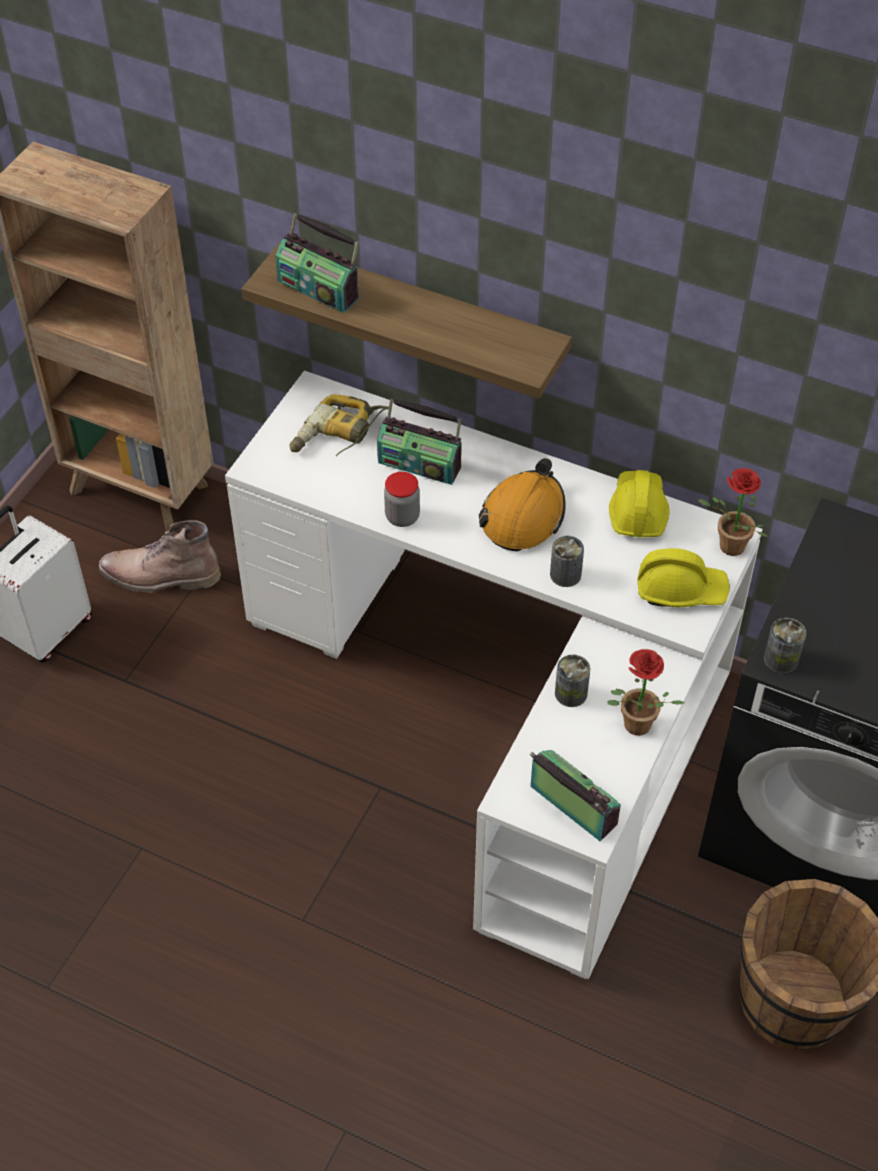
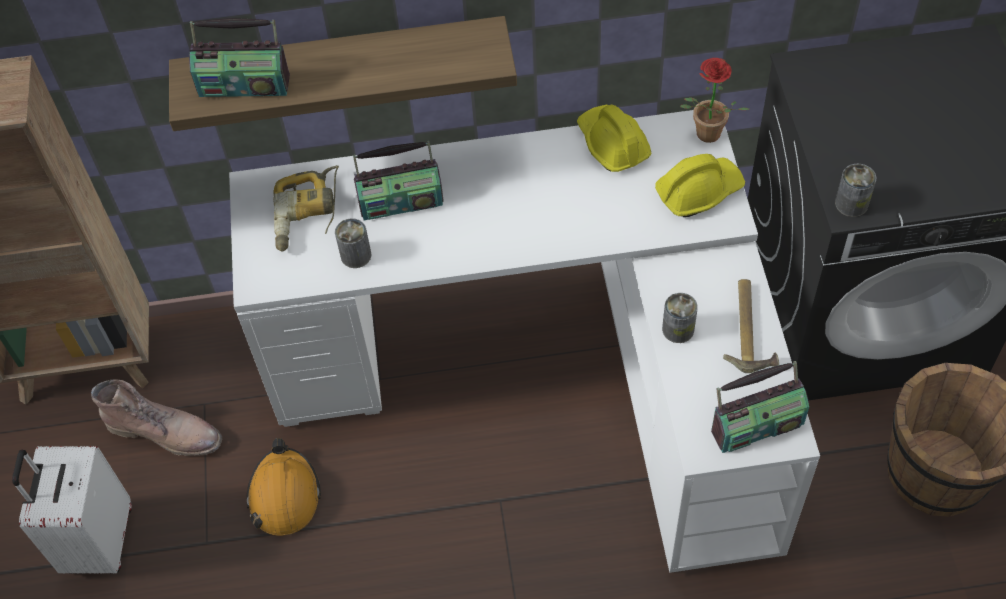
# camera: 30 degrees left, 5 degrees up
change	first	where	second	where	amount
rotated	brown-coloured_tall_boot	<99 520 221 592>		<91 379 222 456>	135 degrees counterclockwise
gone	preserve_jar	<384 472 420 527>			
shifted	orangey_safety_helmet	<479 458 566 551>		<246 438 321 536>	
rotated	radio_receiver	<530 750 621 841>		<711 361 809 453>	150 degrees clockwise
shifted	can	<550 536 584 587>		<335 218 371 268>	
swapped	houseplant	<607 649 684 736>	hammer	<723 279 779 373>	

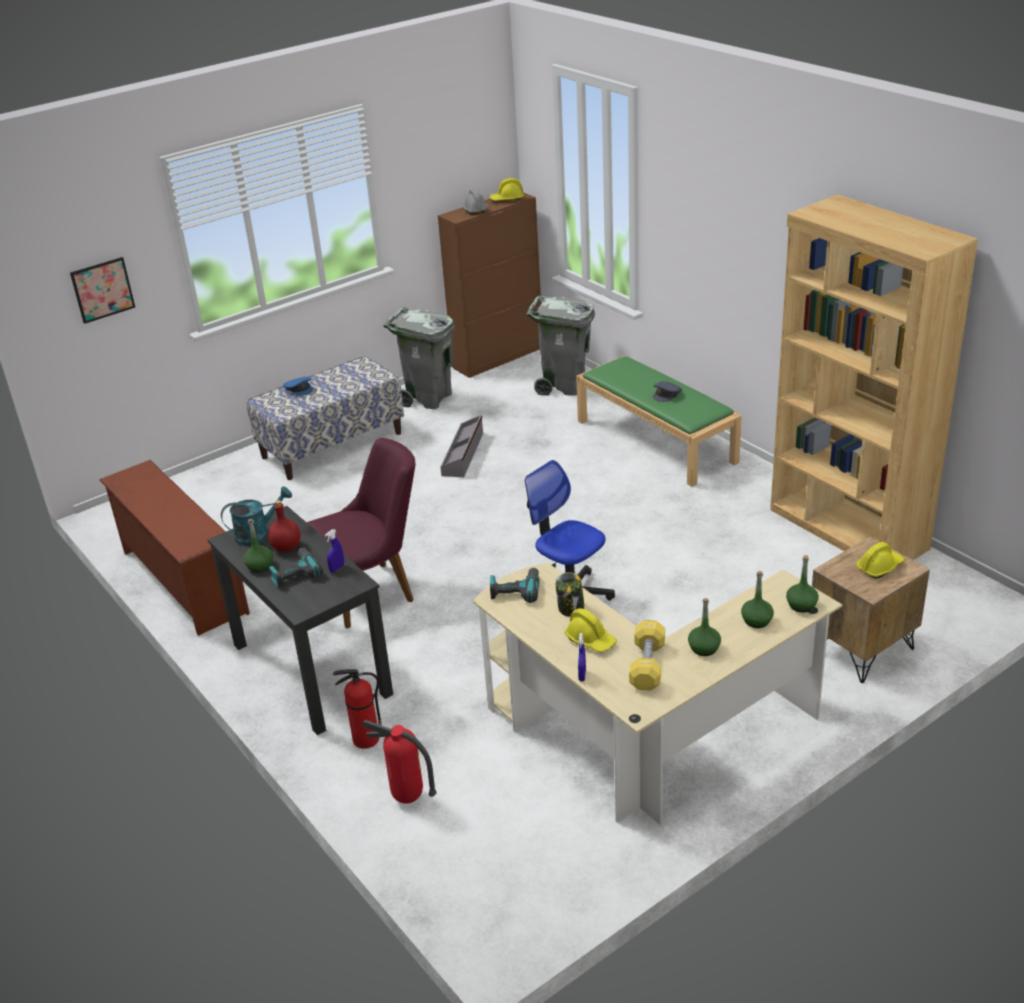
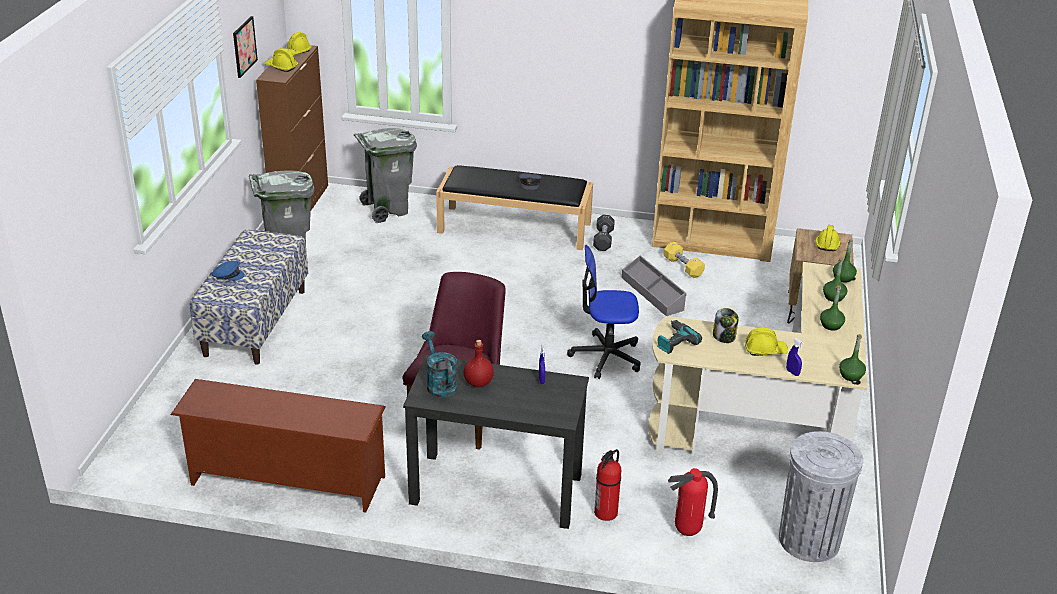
# camera: 45 degrees left, 0 degrees up
change	first	where	second	where	amount
shifted	wall_picture	<70 257 135 324>		<233 16 258 78>	
rotated	turquoise-coloured_sprinkling_can	<221 486 292 546>		<422 331 457 397>	45 degrees counterclockwise
shifted	green-coloured_drink_bottle	<243 519 273 572>		<839 334 866 381>	
gone	electric_drill	<269 548 323 588>			
shifted	greyish_storage_container	<441 415 483 477>		<622 255 686 316>	
repainted	greyish_safety_helmet	<462 189 488 215>	yellow_safety_helmet	<264 48 298 72>	
repainted	green-coloured_indoor_bench	<576 356 742 487>	black_indoor_bench	<436 165 593 250>	
shifted	yellow_hand_weight	<629 620 665 691>		<664 241 705 278>	
new			black_hand_weight	<593 215 615 251>	
new			greyish_trash_can	<779 431 863 562>	

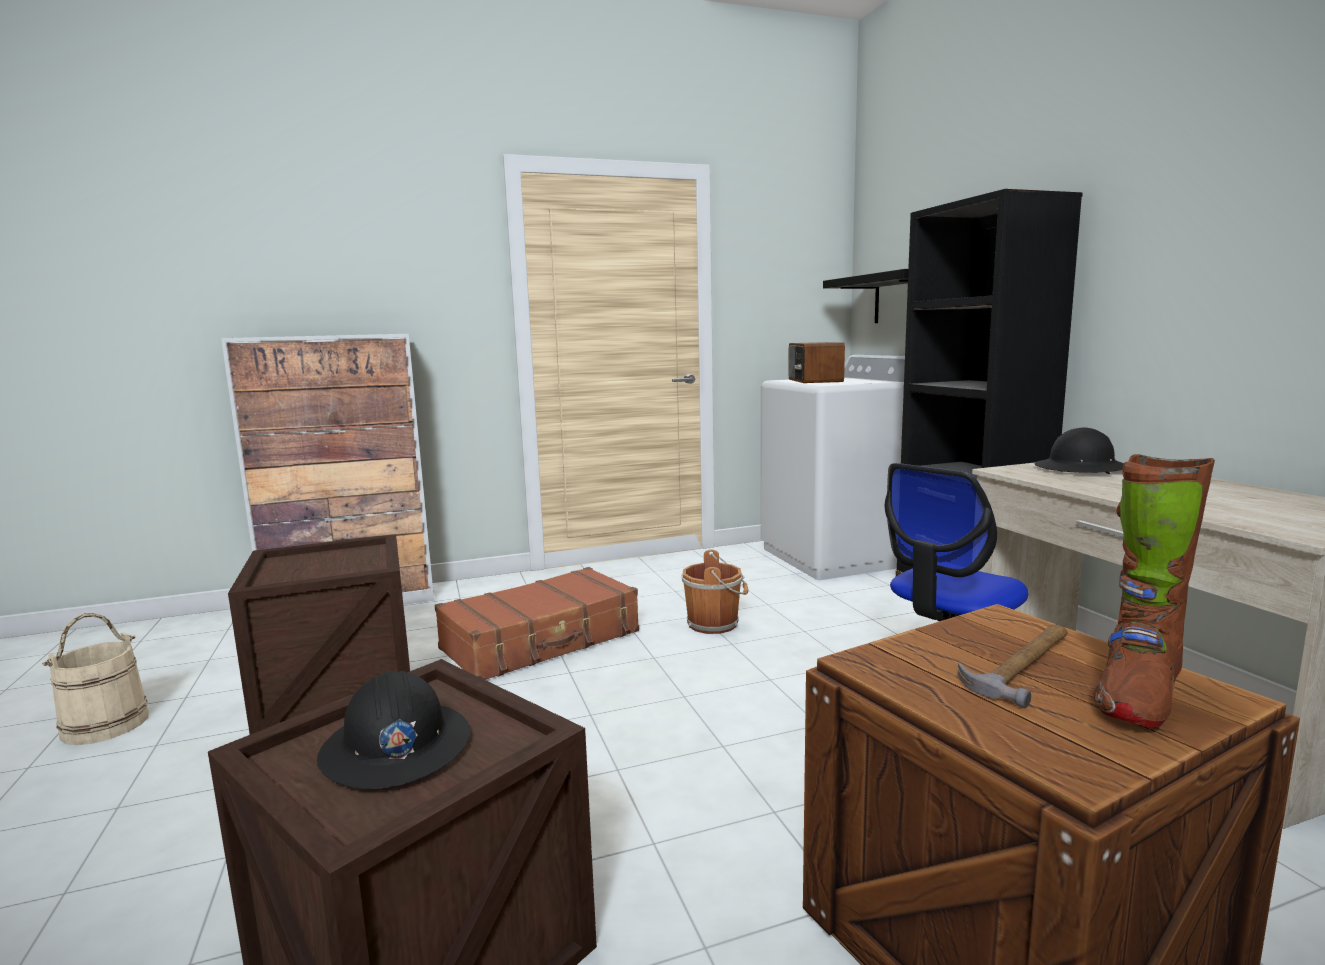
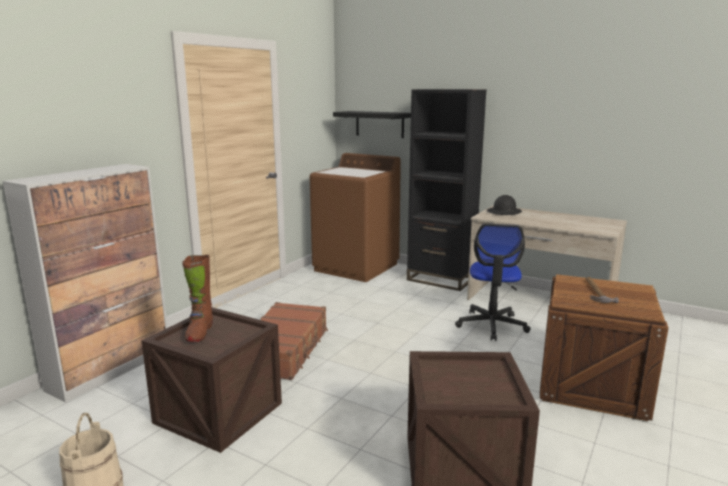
# camera: 40 degrees left, 5 degrees up
change	first	where	second	where	amount
gone	black_safety_helmet	<317 671 470 789>			
gone	brown-coloured_pail	<682 550 748 634>			
repainted	white-coloured_washing_machine	<761 355 905 580>	brown-coloured_washing_machine	<309 153 401 282>	
gone	radio_receiver	<788 342 845 383>			
shifted	brown-coloured_tall_boot	<1093 454 1215 728>		<182 255 213 342>	

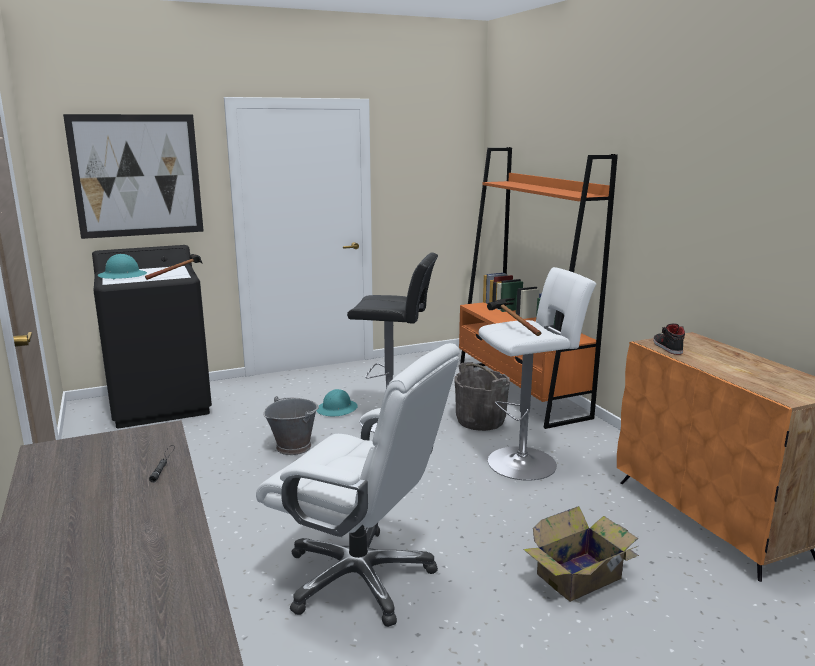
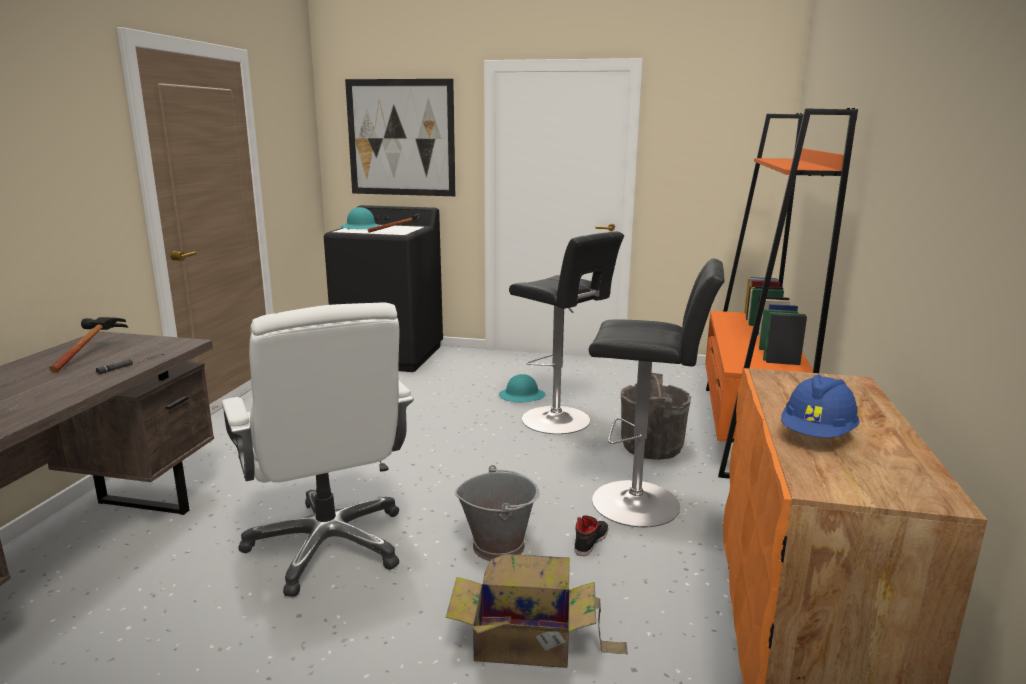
# camera: 35 degrees right, 0 degrees up
change	first	where	second	where	amount
shifted	greyish_pail	<264 396 319 455>		<455 465 540 561>	
repainted	white-coloured_stool	<479 267 597 481>	black_stool	<589 258 724 527>	
shifted	hammer	<487 298 541 336>		<50 317 128 373>	
shifted	black_shoe	<653 323 685 355>		<574 515 609 556>	
new			blue_safety_helmet	<781 374 860 438>	

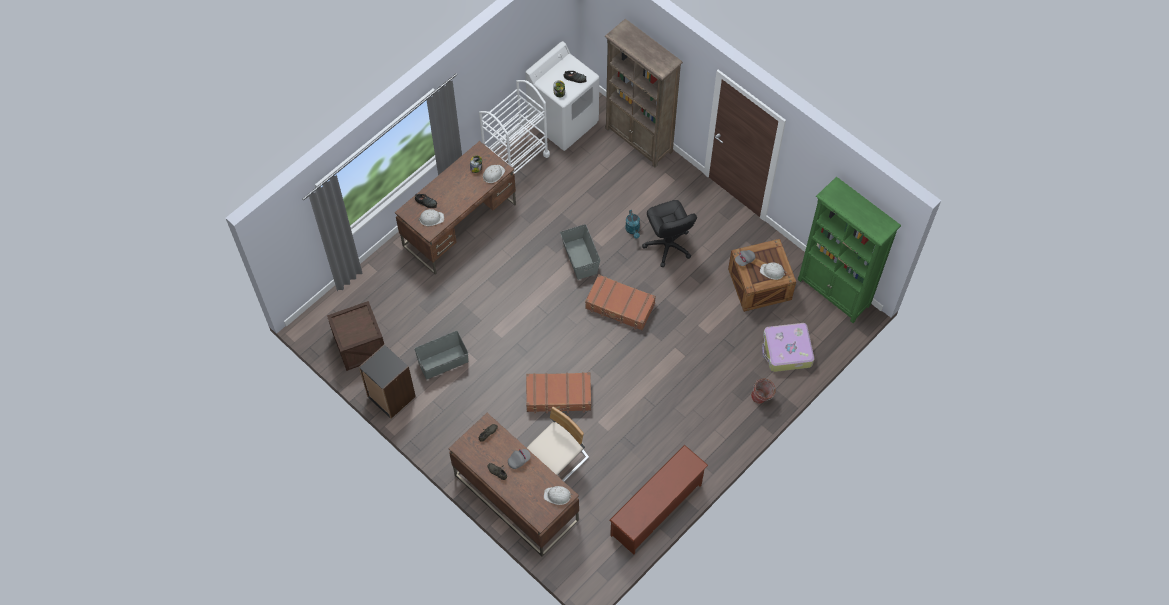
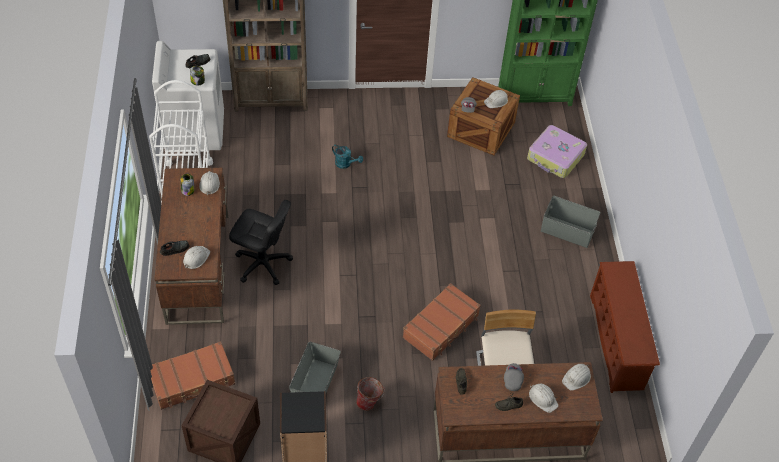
# camera: 50 degrees left, 10 degrees down
change	first	where	second	where	amount
shifted	greyish_storage_container	<560 224 601 280>		<541 196 601 248>	
shifted	brown-coloured_piece_of_luggage	<585 274 656 330>		<150 341 235 410>	
shifted	black_computer_chair	<642 200 697 267>		<229 200 293 285>	
shifted	pail	<751 378 776 404>		<356 377 384 411>	
new			white-coloured_safety_helmet	<529 384 558 413>	

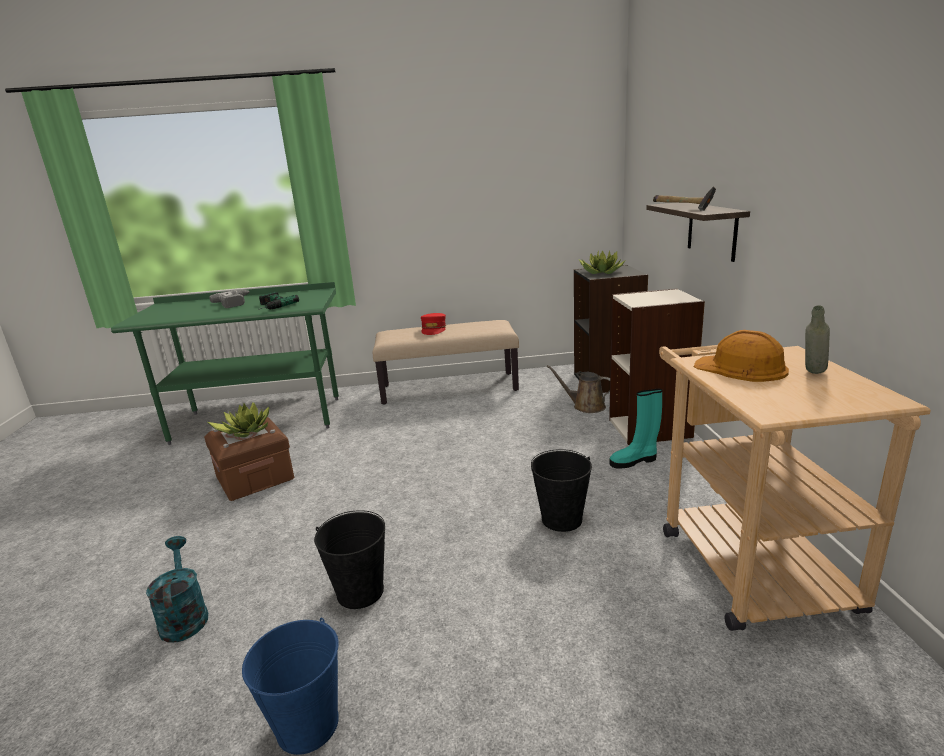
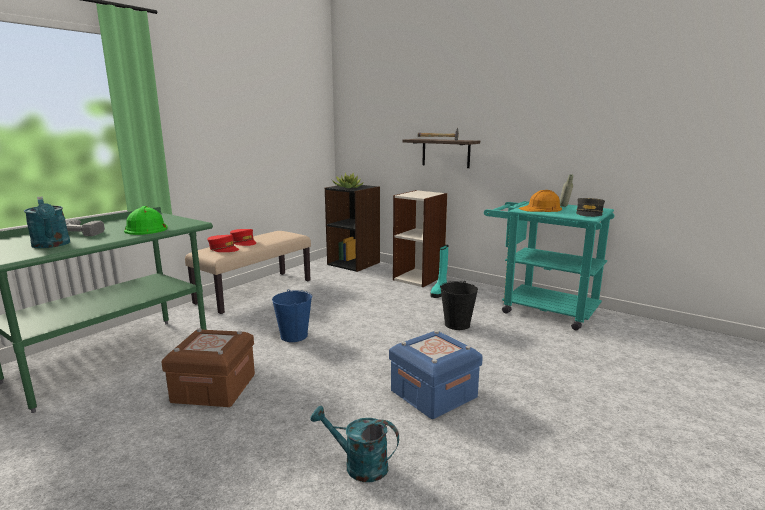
# camera: 50 degrees left, 5 degrees down
change	first	where	second	where	amount
gone	houseplant	<208 402 269 437>			
shifted	blue_pail	<242 618 339 755>		<272 289 312 342>	
swapped	electric_drill	<258 292 299 310>	green-coloured_safety_helmet	<124 206 168 235>	
swapped	black_pail	<314 510 385 609>	blue_storage_container	<389 330 483 419>	
gone	brown-coloured_sprinkling_can	<546 365 610 413>			
repainted	beige_trolley	<659 345 931 631>	turquoise-coloured_trolley	<484 201 614 330>	
new			turquoise-coloured_sprinkling_can	<24 196 70 248>	
new			red_baseball_cap	<207 235 239 252>	
new			greyish_baseball_cap	<576 198 605 217>	

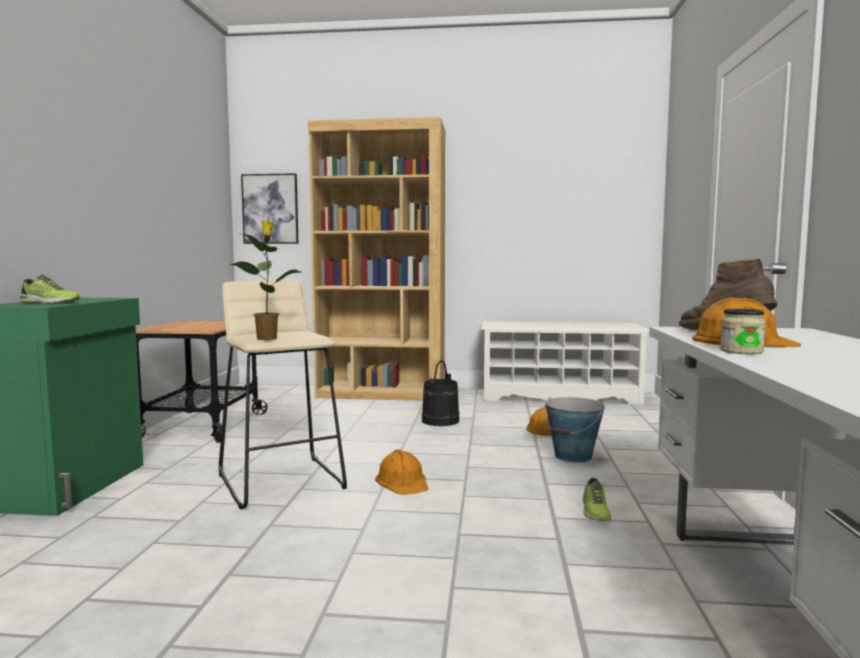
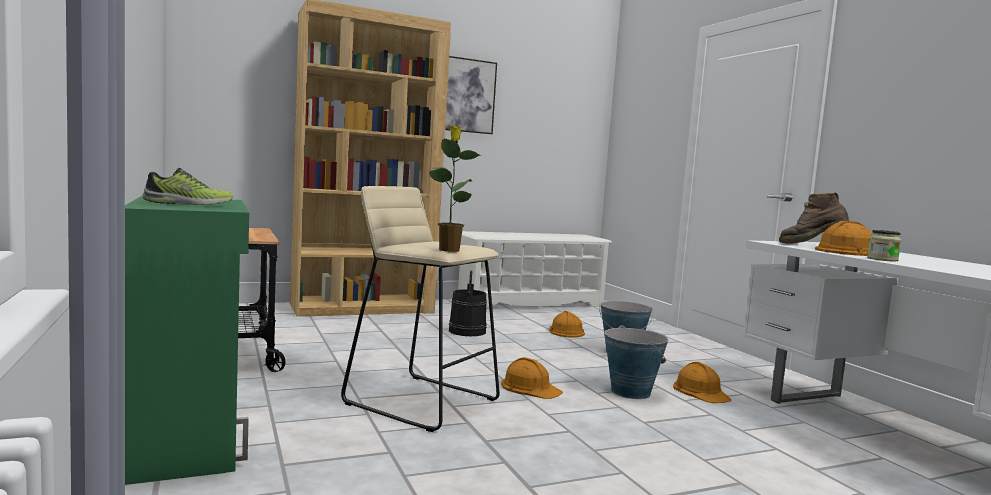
# camera: 30 degrees left, 0 degrees up
change	first	where	second	where	amount
shifted	wall_picture	<241 173 298 244>		<445 56 497 134>	
swapped	shoe	<583 478 611 521>	orangey_safety_helmet	<673 362 732 403>	
new			pail	<605 325 668 399>	

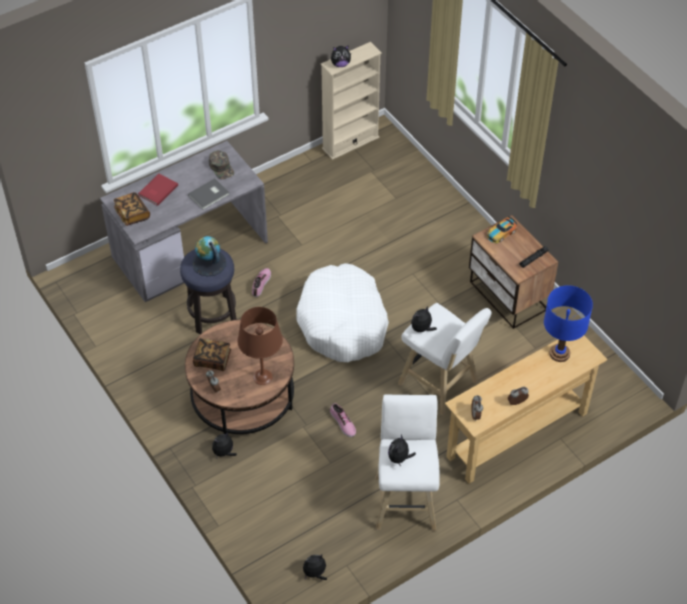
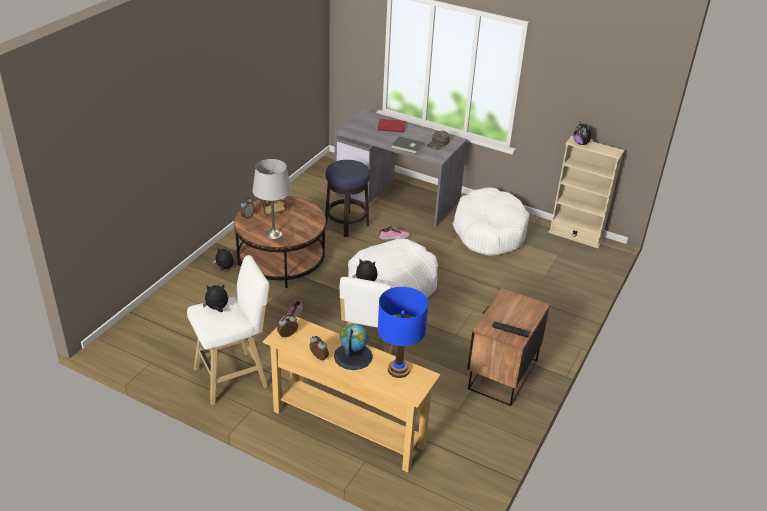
# camera: 60 degrees right, 15 degrees down
change	first	where	second	where	amount
gone	volume	<114 192 150 226>			
shifted	world_globe	<192 236 226 277>		<334 324 373 370>	
repainted	brown-coloured_lamp_for_a_table	<238 307 283 385>	greyish_lamp_for_a_table	<252 159 291 239>	
gone	cuddly_toy	<303 554 327 580>			
gone	model_car	<487 216 517 243>			
new			white-coloured_dog_cushion	<453 187 530 256>	

